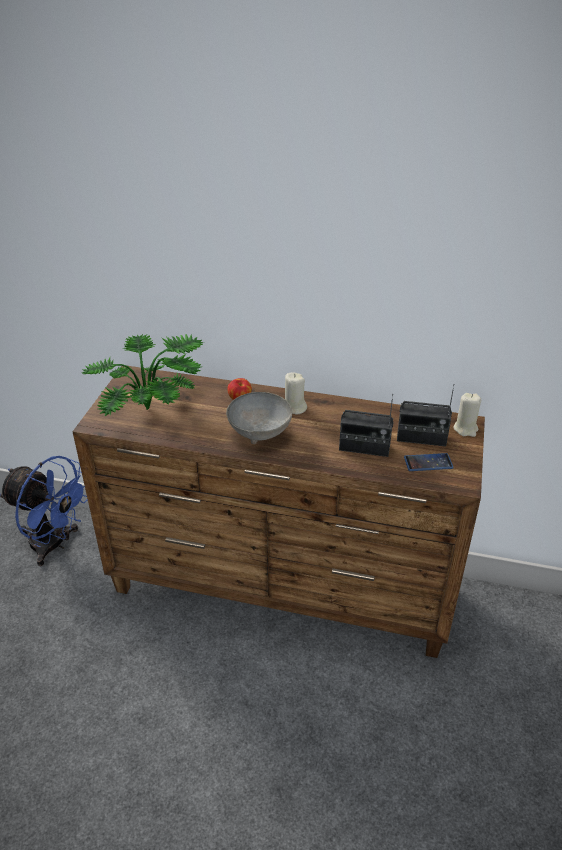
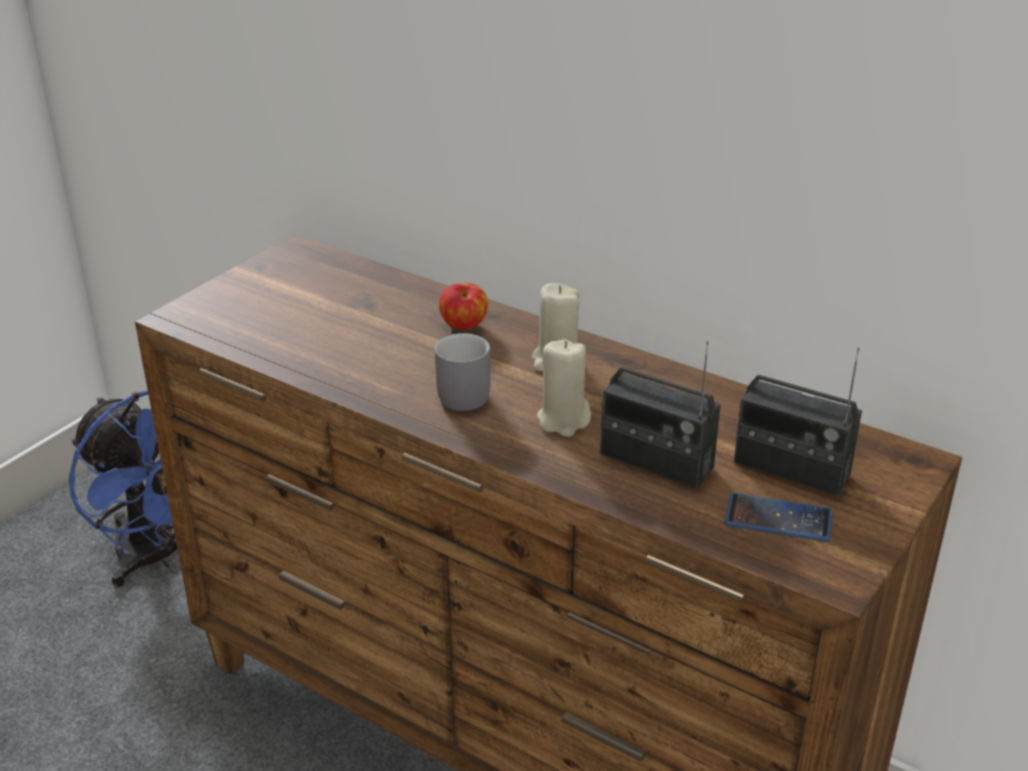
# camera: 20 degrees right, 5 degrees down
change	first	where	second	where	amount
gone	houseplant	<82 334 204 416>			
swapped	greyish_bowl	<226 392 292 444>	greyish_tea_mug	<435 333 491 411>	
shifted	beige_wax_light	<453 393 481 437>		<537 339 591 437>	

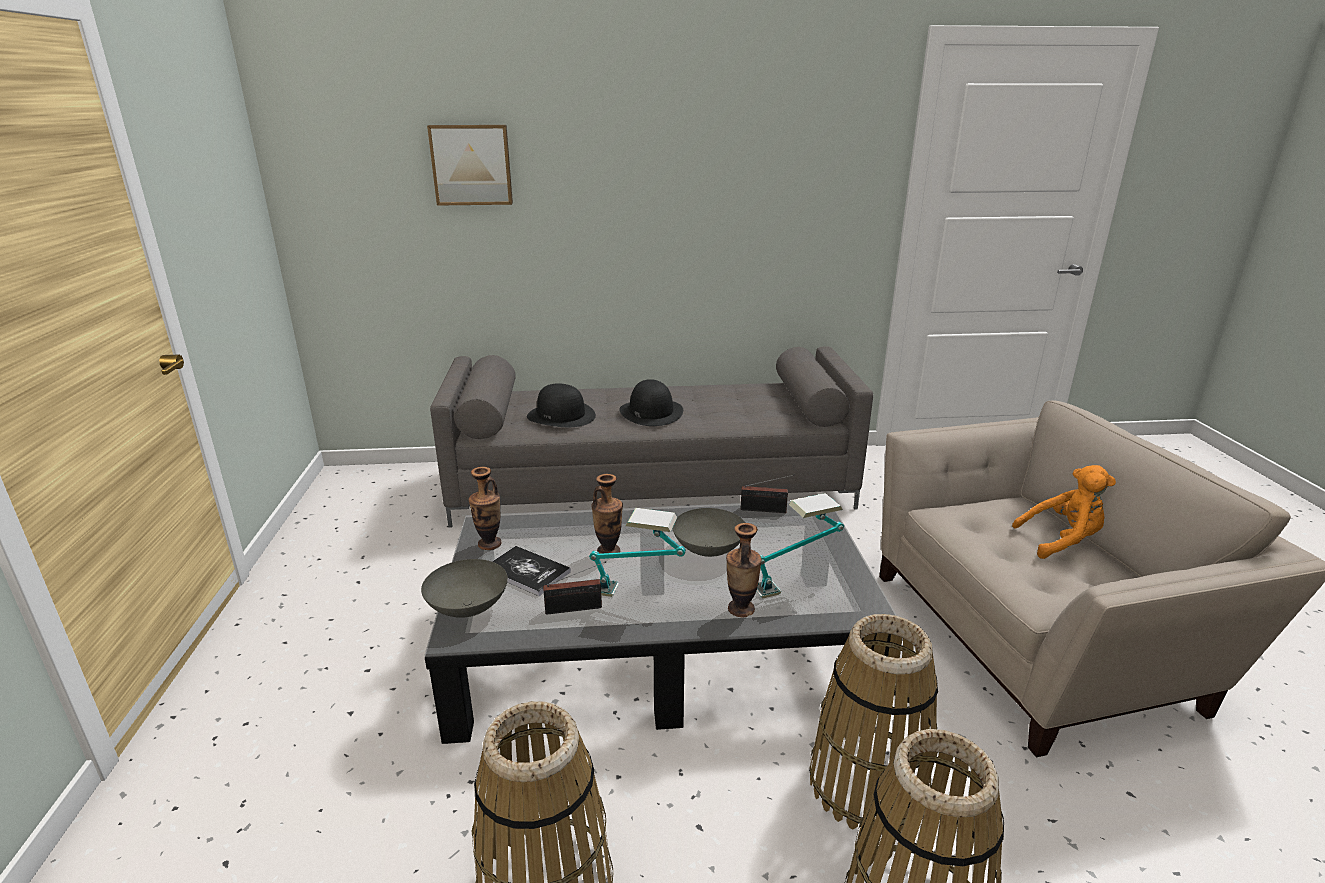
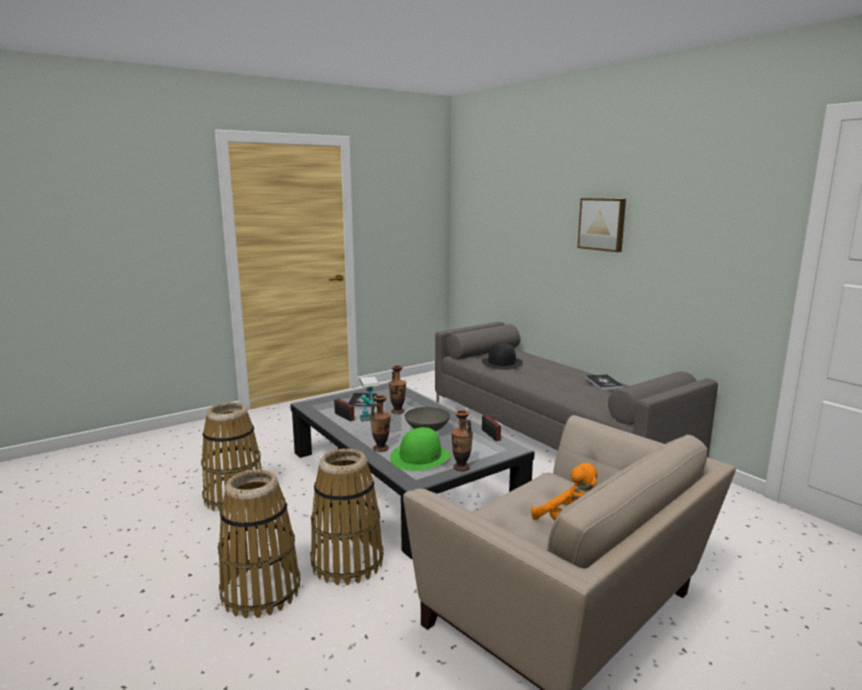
# camera: 60 degrees right, 10 degrees down
change	first	where	second	where	amount
gone	greyish_bowl	<421 559 508 618>			
shifted	wall_picture	<427 125 513 206>		<578 198 626 252>	
shifted	vase	<469 467 502 550>		<451 410 473 471>	
gone	black_wearable_hat	<619 379 683 426>			
swapped	lamp_for_a_table	<757 493 844 599>	green-coloured_wearable_hat	<390 427 451 471>	
new			volume	<585 374 624 390>	

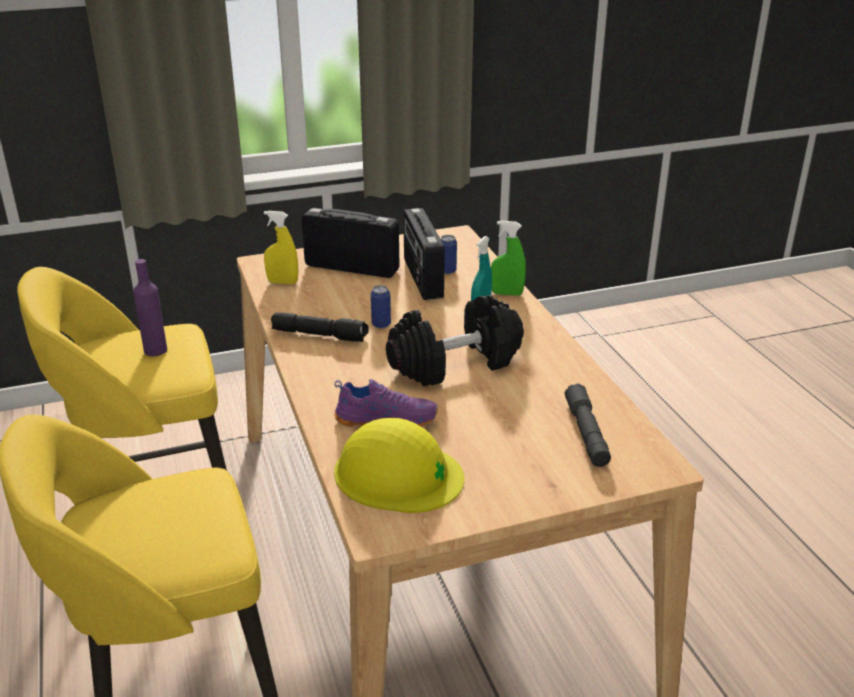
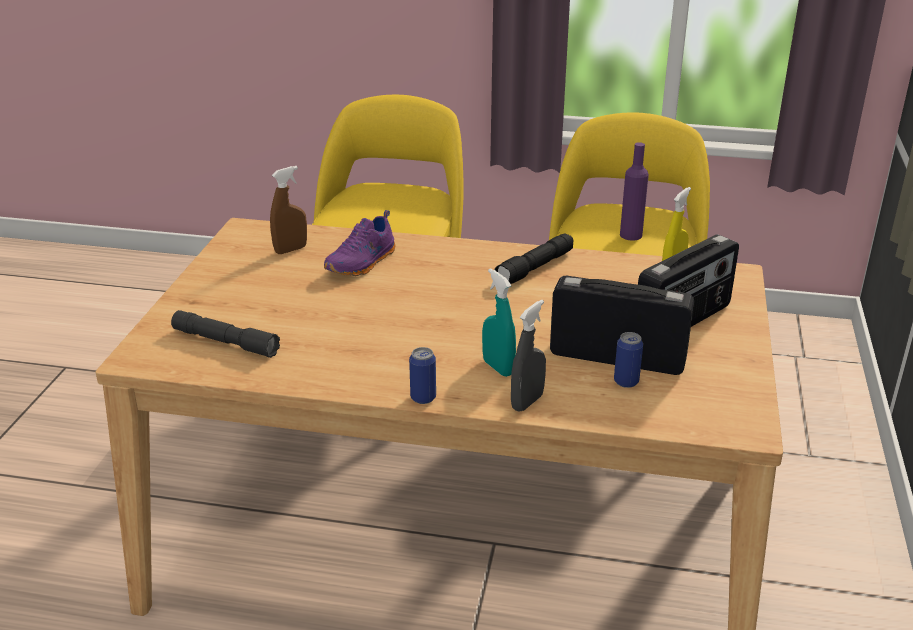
# camera: 120 degrees right, 0 degrees up
change	first	where	second	where	amount
swapped	yellow_safety_helmet	<334 418 464 513>	brown-coloured_sprayer	<270 166 307 254>	
shifted	can	<371 285 391 328>		<409 347 436 404>	
gone	black_hand_weight	<386 295 524 387>			
repainted	green-coloured_sprayer	<491 221 526 296>	greyish_sprayer	<511 299 546 412>	

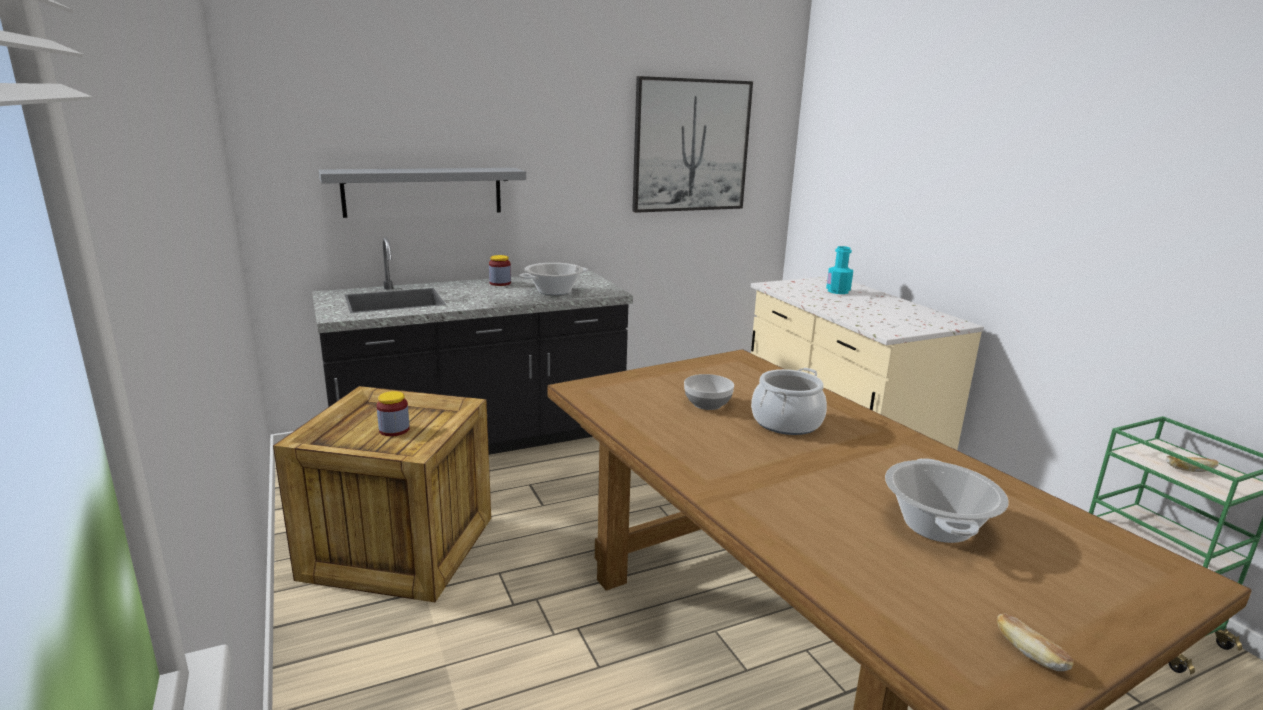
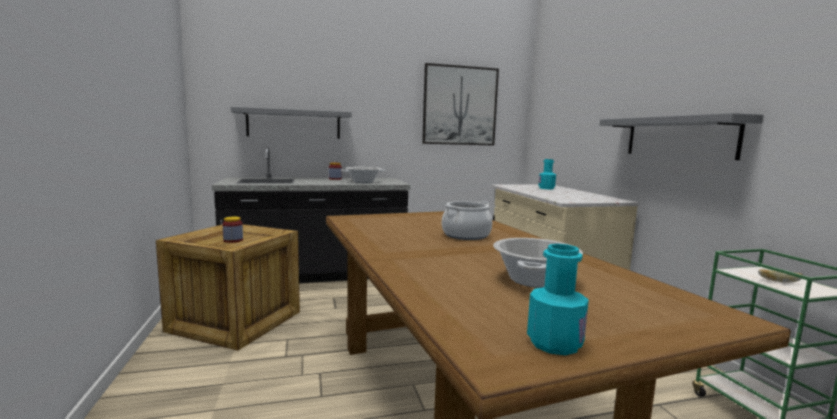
# camera: 10 degrees right, 10 degrees down
change	first	where	second	where	amount
gone	bowl	<684 374 734 410>			
swapped	baked_bread	<997 613 1074 671>	turquoise-coloured_drink_bottle	<527 244 589 355>	
new			greyish_shelf	<599 113 764 160>	

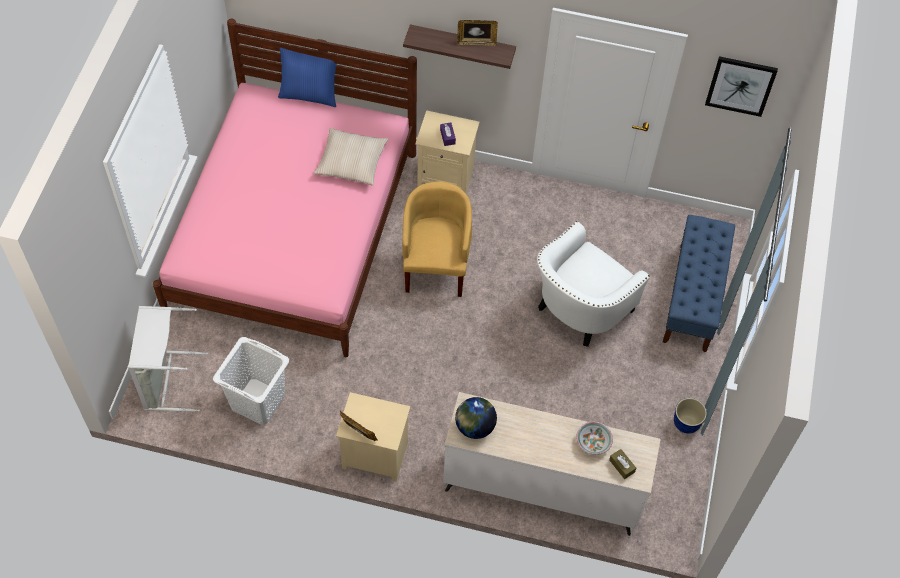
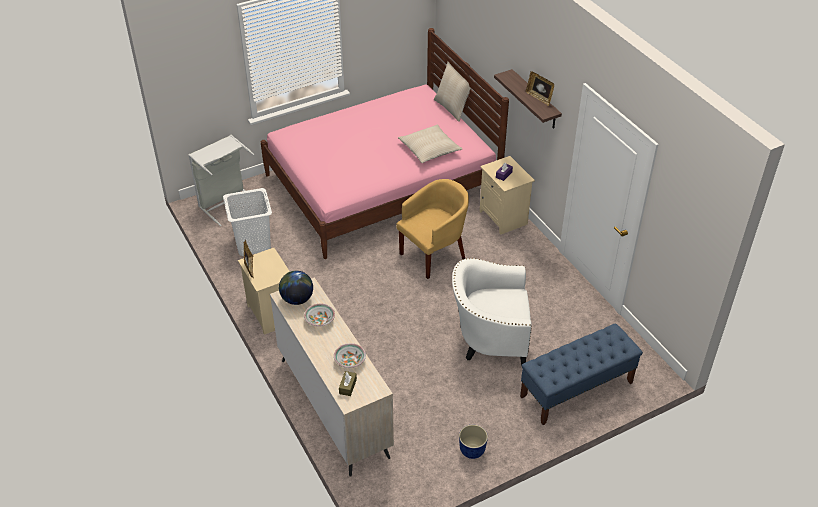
# camera: 50 degrees right, 15 degrees down
change	first	where	second	where	amount
repainted	blue_throw_pillow	<278 48 337 107>	beige_throw_pillow	<434 62 471 122>	
gone	wall_picture	<705 56 778 117>			
new			bowl	<304 304 335 326>	

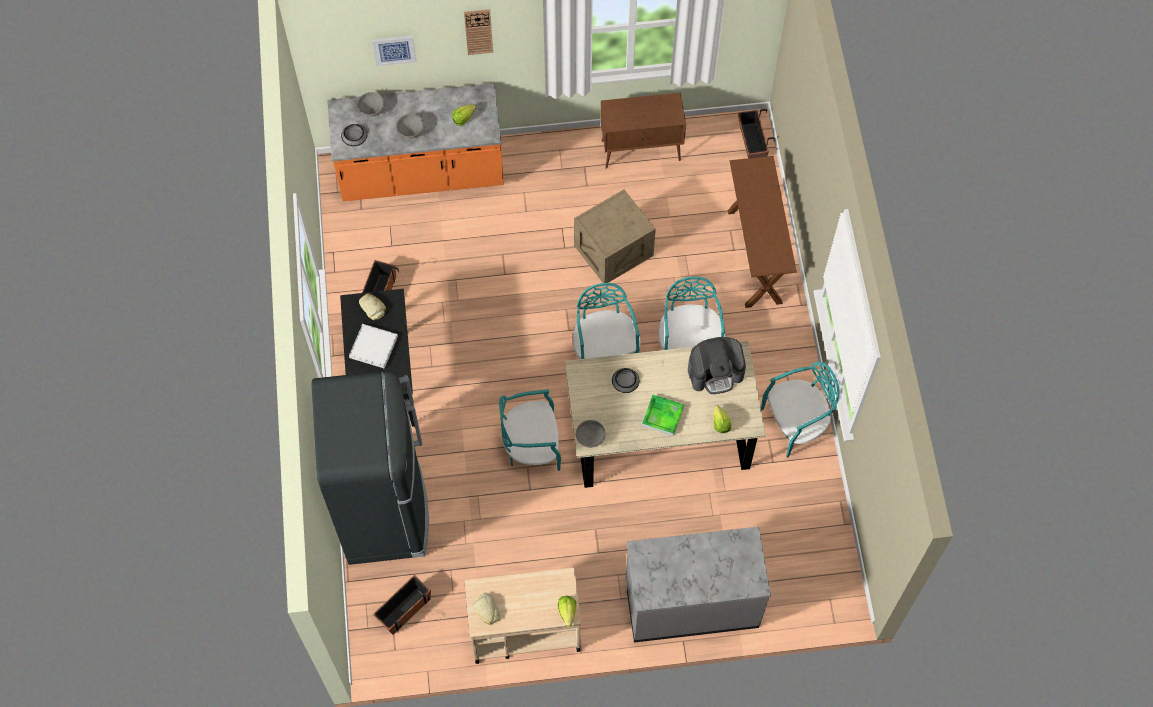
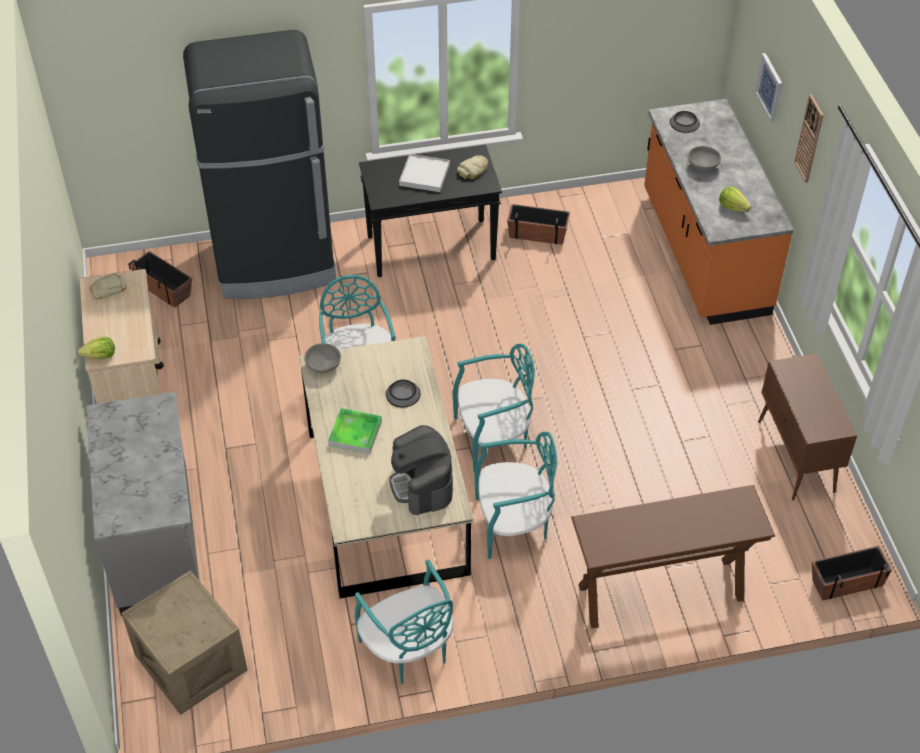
# camera: 85 degrees right, 15 degrees down
change	first	where	second	where	amount
gone	greyish_bowl	<357 92 385 116>			
shifted	shipping_crate	<574 190 656 283>		<121 570 247 715>	
gone	head_of_lettuce	<713 405 731 433>			

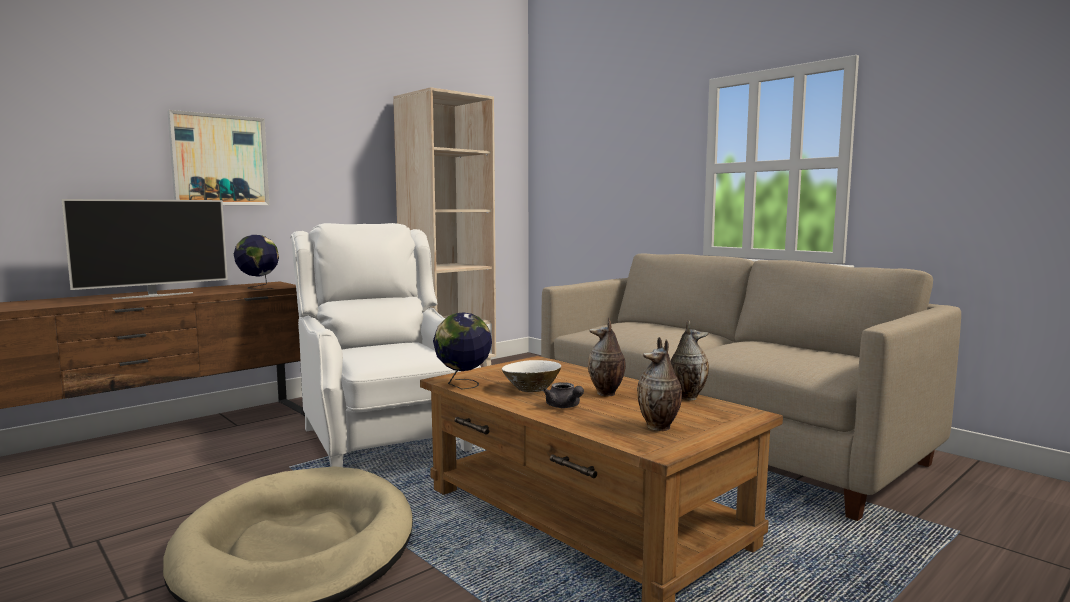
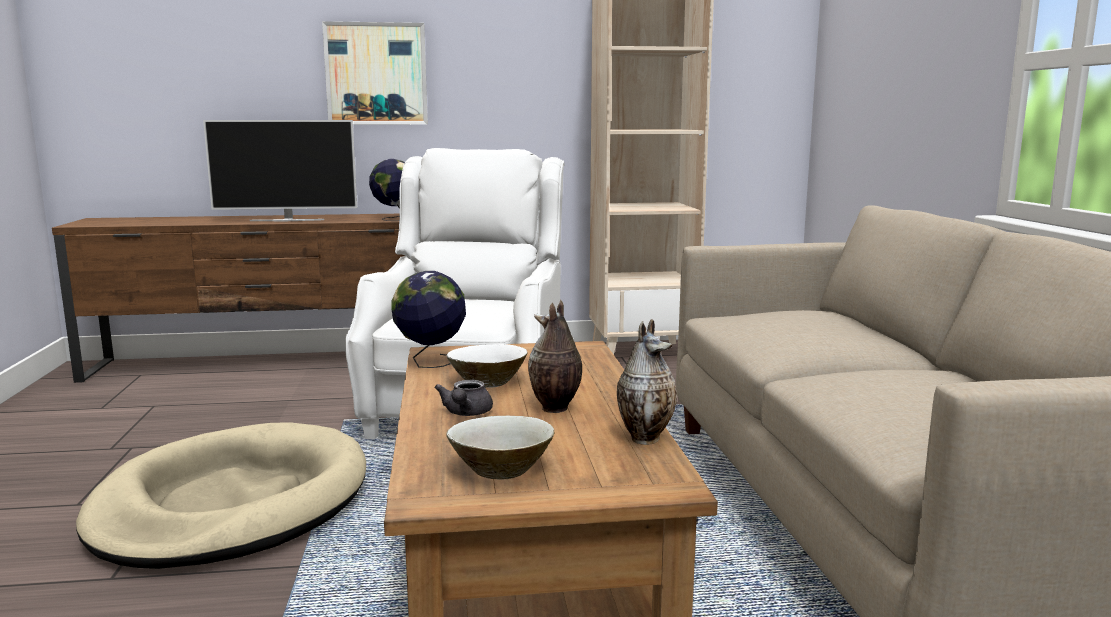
# camera: 35 degrees right, 5 degrees up
change	first	where	second	where	amount
swapped	vase	<637 337 682 431>	beige_bowl	<446 416 554 480>	

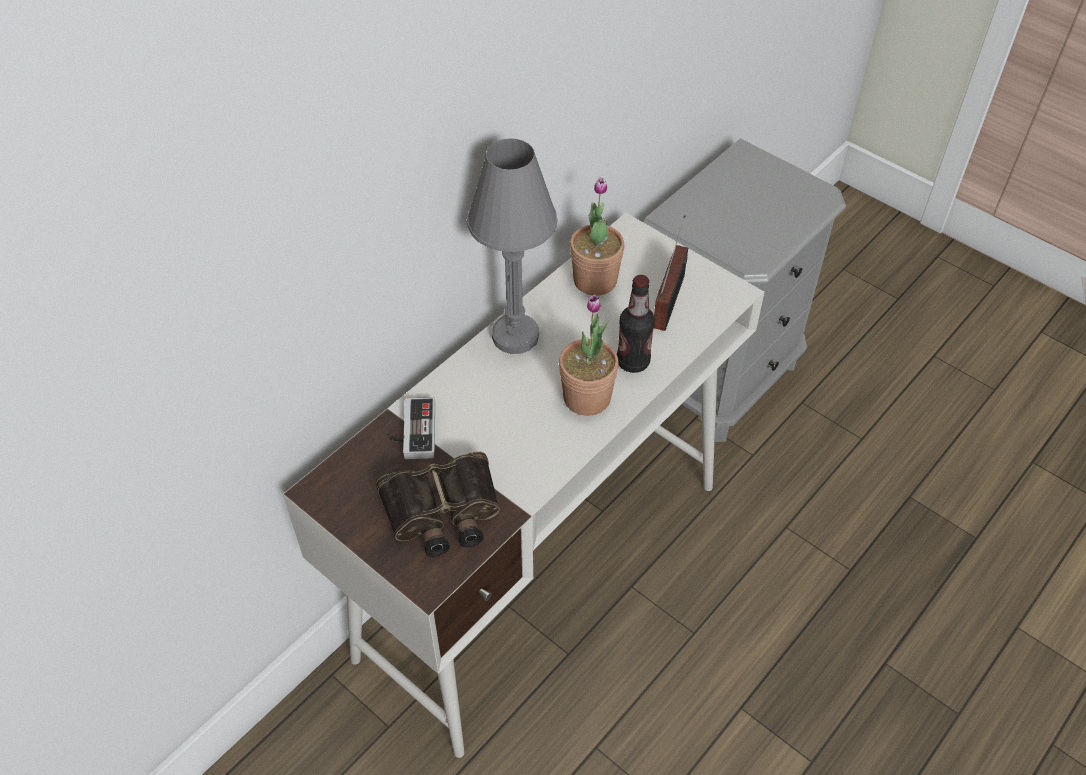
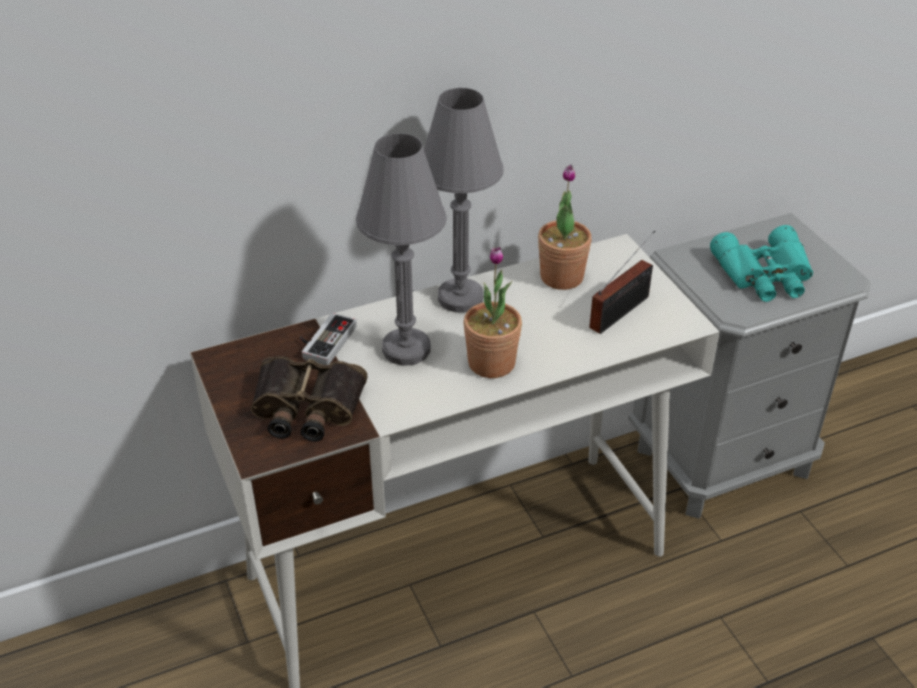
# camera: 25 degrees right, 10 degrees down
change	first	where	second	where	amount
gone	drink_bottle	<617 275 655 373>			
new			greyish_lamp_for_a_table	<356 133 447 366>	
new			turquoise-coloured_binoculars	<710 225 813 302>	

